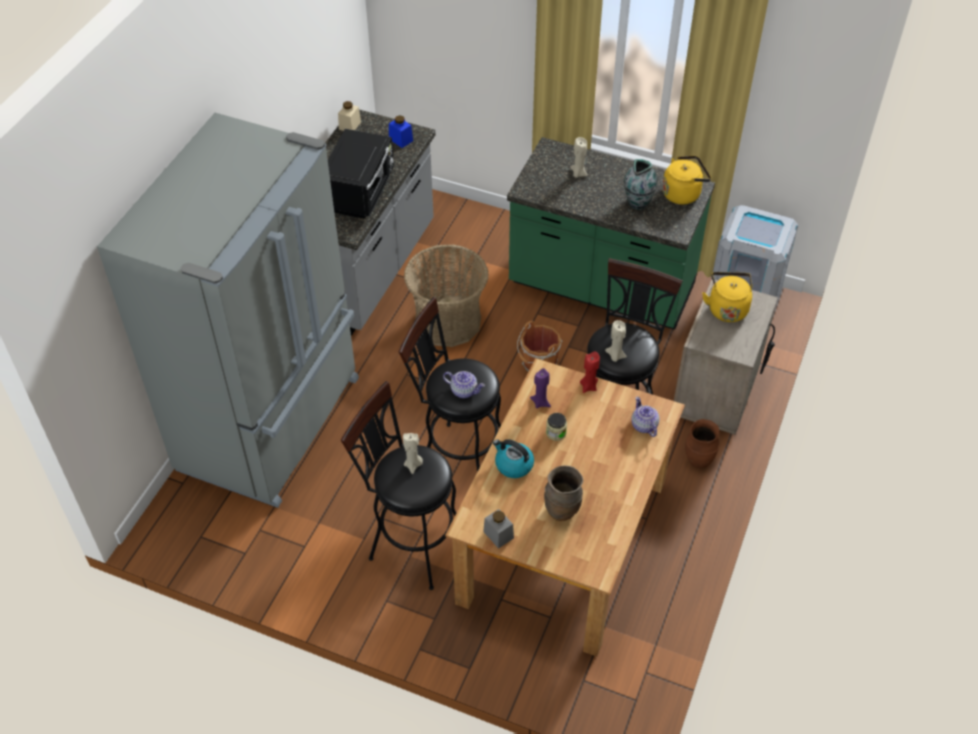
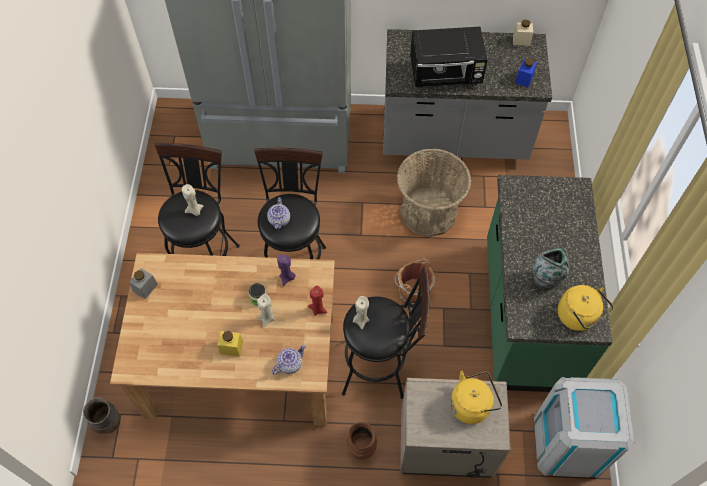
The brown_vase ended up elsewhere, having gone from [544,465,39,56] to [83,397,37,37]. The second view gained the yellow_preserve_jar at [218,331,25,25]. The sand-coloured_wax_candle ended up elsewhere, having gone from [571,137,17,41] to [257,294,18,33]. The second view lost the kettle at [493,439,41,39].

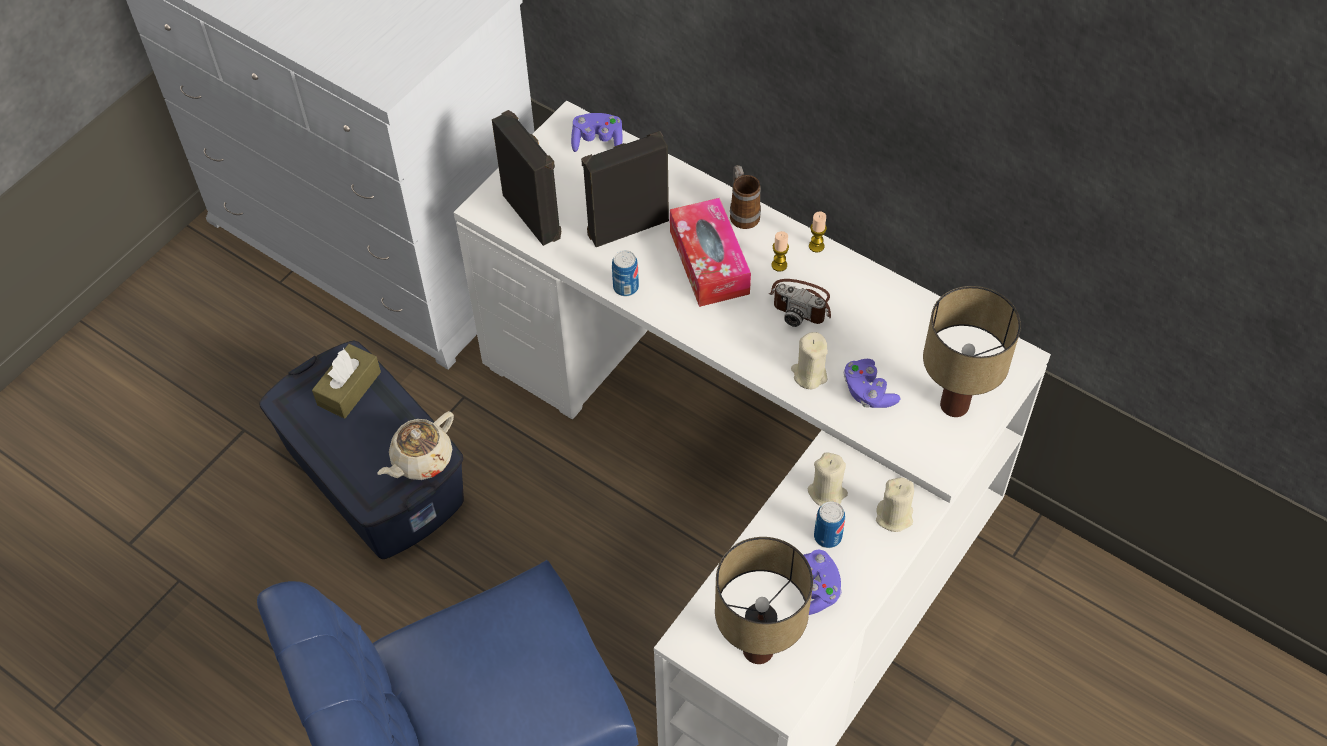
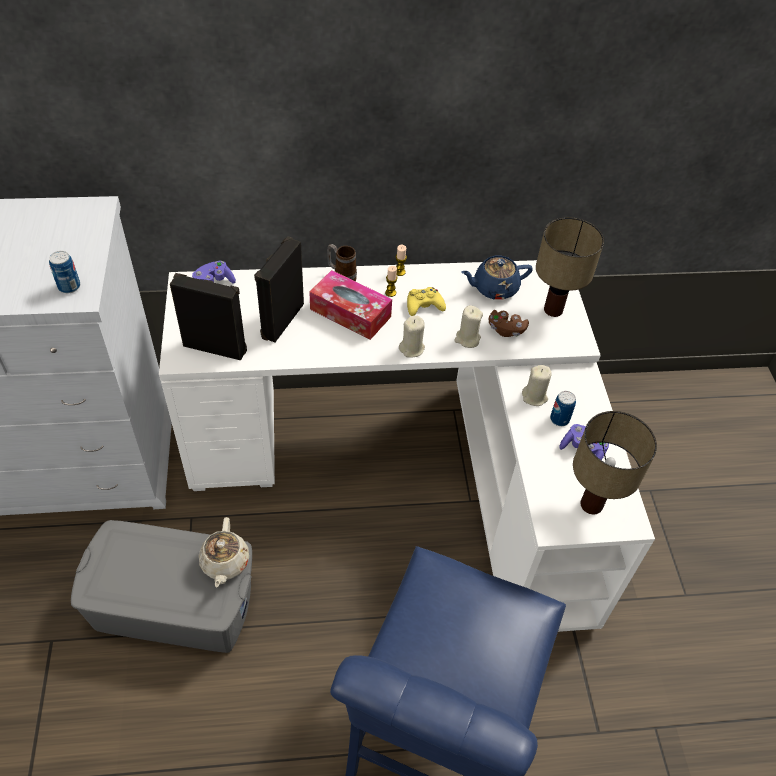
The sealed_can ended up elsewhere, having gone from [612,250,27,46] to [49,251,31,42]. What was the blue-coloured_storage_box at [260,341,204,218] turned into the greyish_storage_box at [71,520,181,133]. The sand-coloured_wax_candle ended up elsewhere, having gone from [876,477,38,55] to [399,316,26,42]. Where the photo_camera stood at [768,279,63,48], the yellow_gamepad came to stand at [407,287,39,29]. The second view gained the blue-coloured_teapot at [461,256,72,44]. What was the purple-coloured_gamepad at [844,359,57,49] turned into the brown_gamepad at [488,310,41,27]. The second view lost the brown_box_of_tissues at [312,344,69,75].

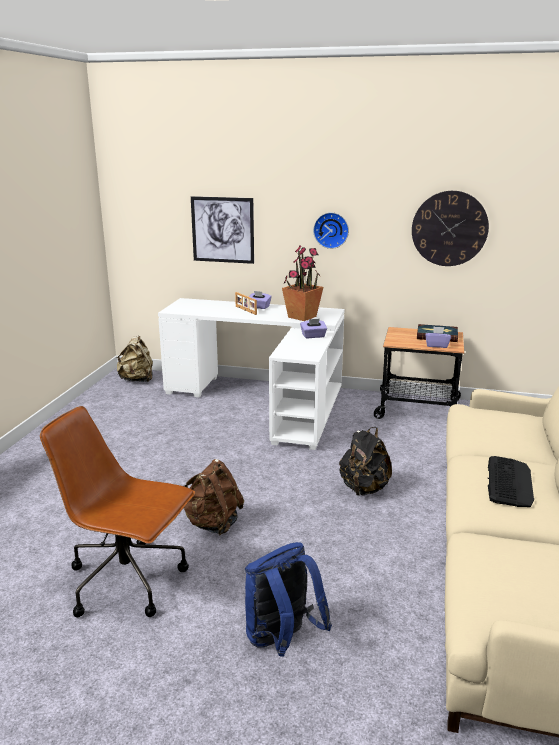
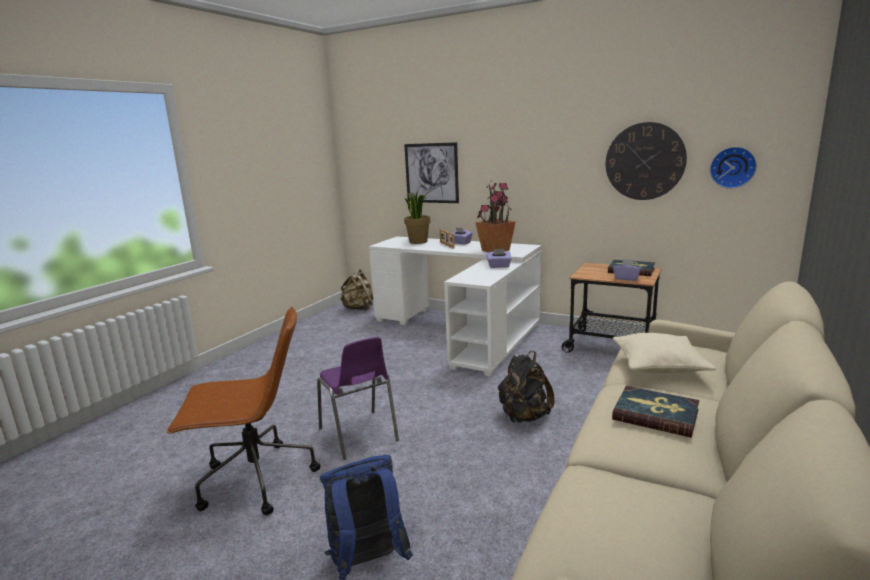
The brown_desk_chair at [40,406,155,211] ended up facing another way, 135 degrees clockwise from before. Where the brown_rucksack stood at [184,459,60,77], the purple-coloured_upright_chair came to stand at [317,337,82,123]. The second view gained the plant_in_a_pot at [404,190,27,54]. Where the keyboard stood at [487,456,47,51], the bound_book came to stand at [612,386,87,52]. The second view gained the sand-coloured_cushion at [613,333,104,40]. The wall_clock ended up elsewhere, having gone from [313,212,36,37] to [710,147,47,42].

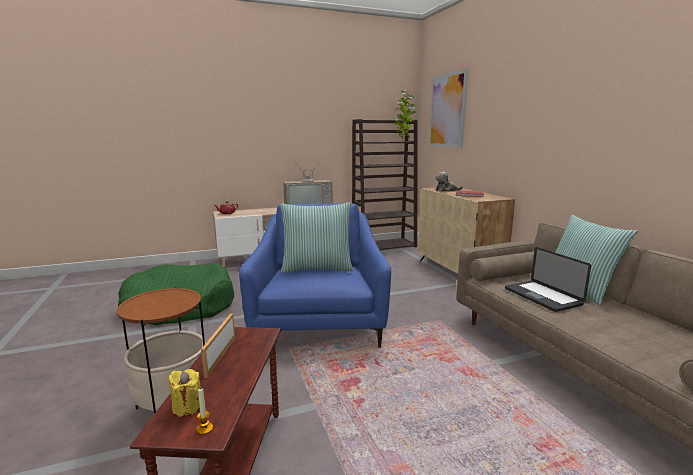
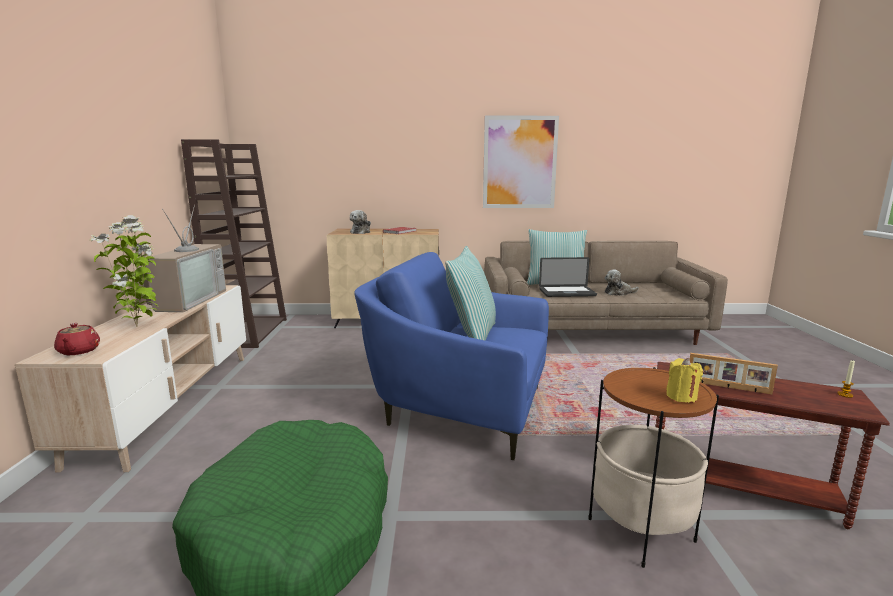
The plant_in_a_pot ended up elsewhere, having gone from [394,90,23,52] to [90,215,68,112]. The wall_picture ended up elsewhere, having gone from [429,69,39,79] to [483,116,76,92]. The second view gained the cuddly_toy at [605,270,34,26]. The yellow_wax_candle ended up elsewhere, having gone from [168,369,33,48] to [666,358,37,45].

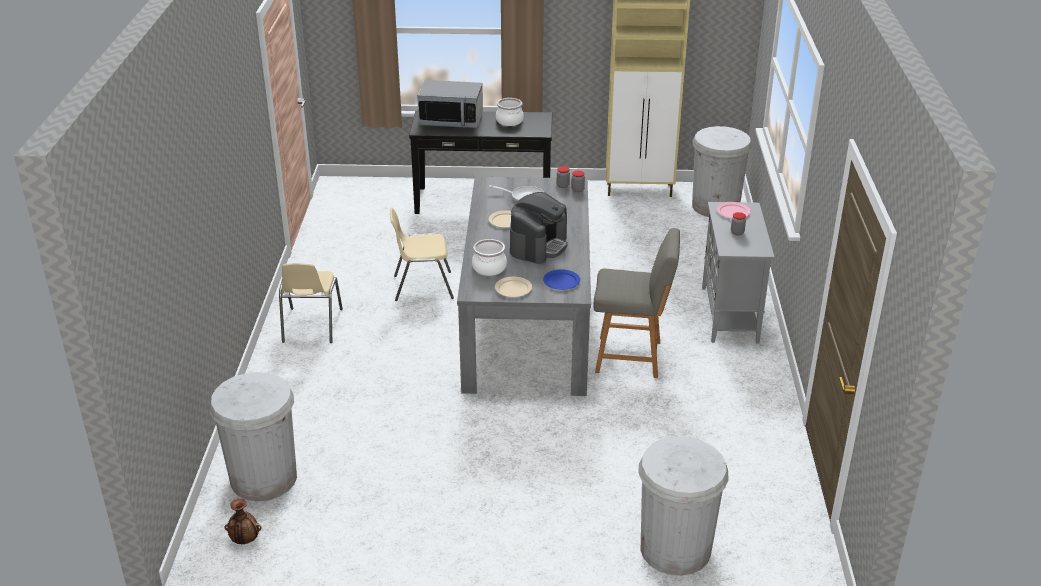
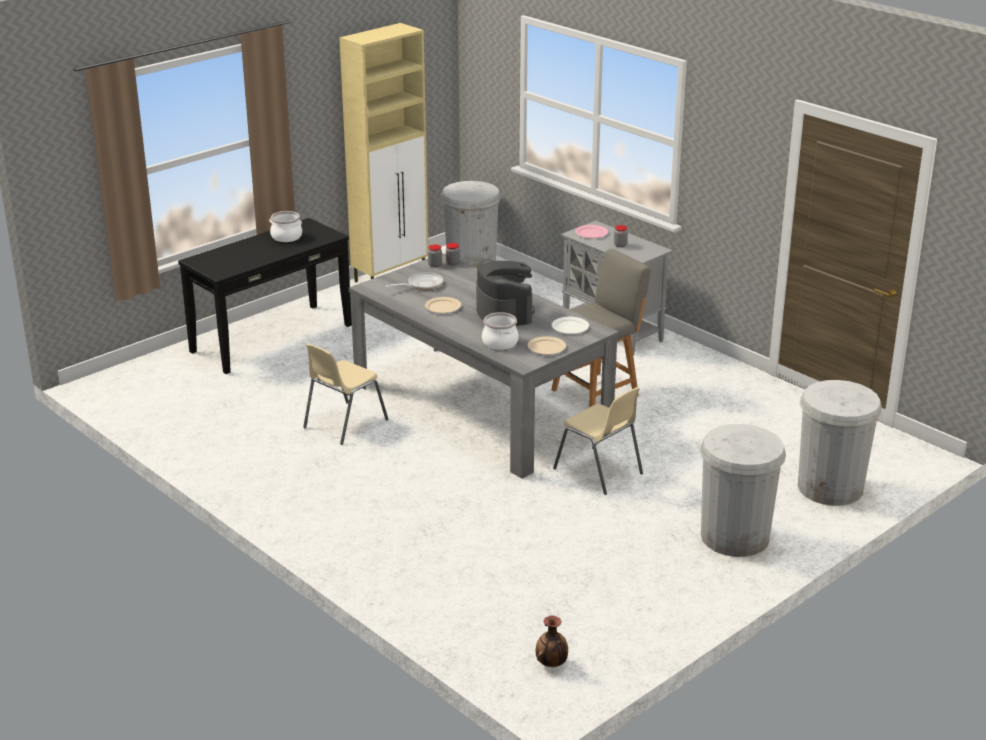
What was the blue-coloured_dinner_plate at [543,269,37,21] turned into the white-coloured_dinner_plate at [552,317,37,17]. The sand-coloured_upright_chair ended up elsewhere, having gone from [279,263,64,80] to [553,387,90,108]. The white-coloured_trash_can ended up elsewhere, having gone from [210,372,87,129] to [700,424,86,133]. The second view lost the microwave at [417,80,66,48].

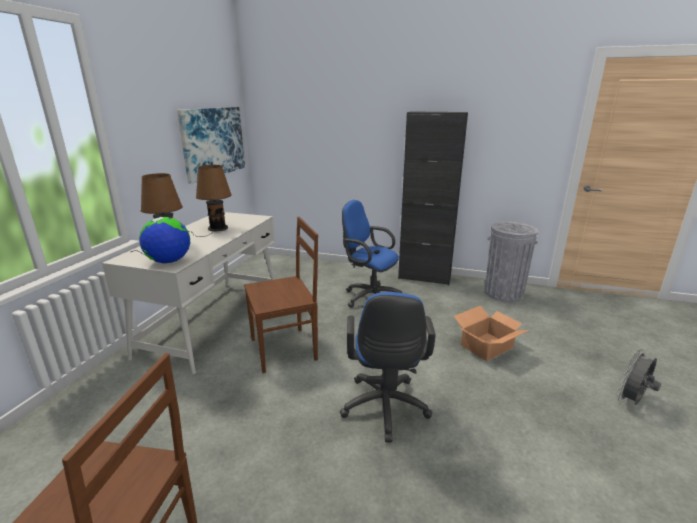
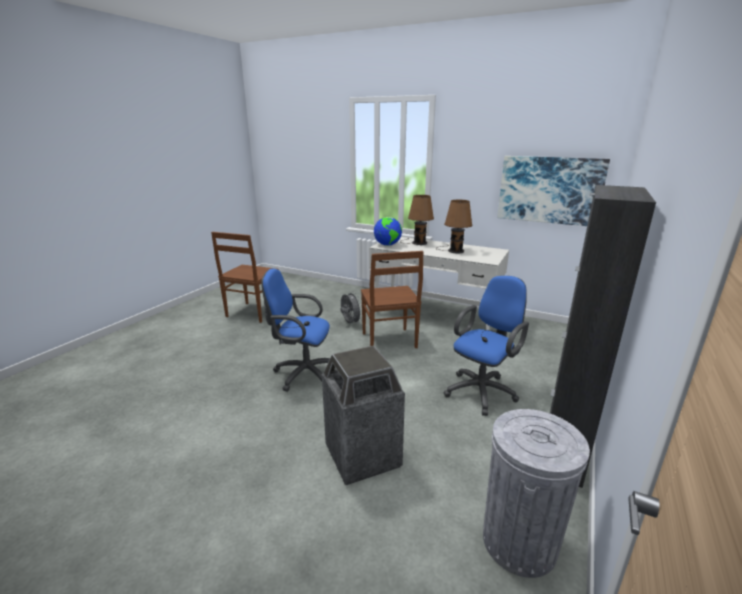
Where the cardboard_box stood at [453,306,76,55], the trash_can came to stand at [322,345,83,140]. The greyish_fan ended up elsewhere, having gone from [617,349,44,56] to [340,291,22,33].

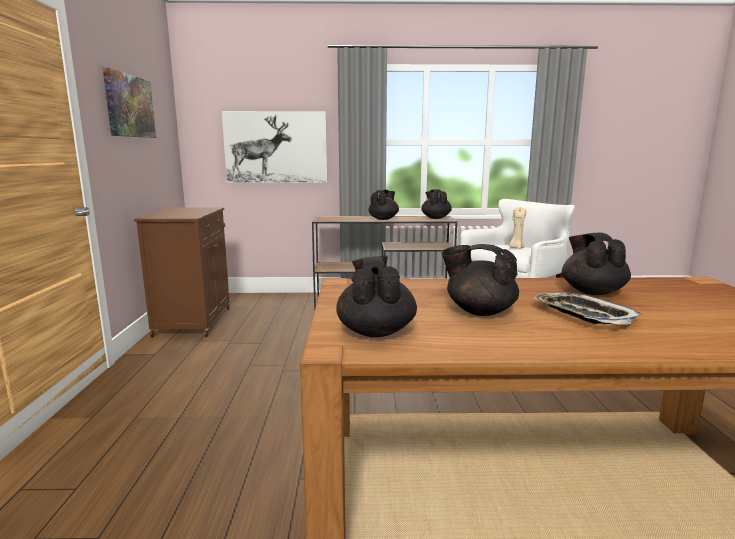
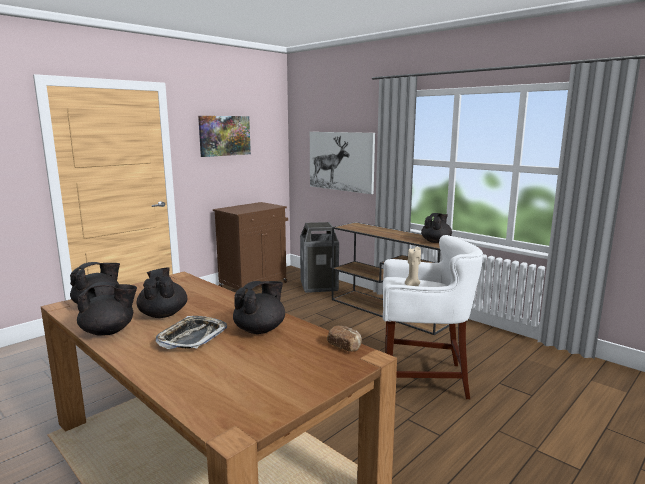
The black-coloured_teapot ended up elsewhere, having gone from [368,190,31,30] to [77,282,60,54]. The second view gained the trash_can at [300,222,39,71]. The second view gained the bread at [327,326,35,26].

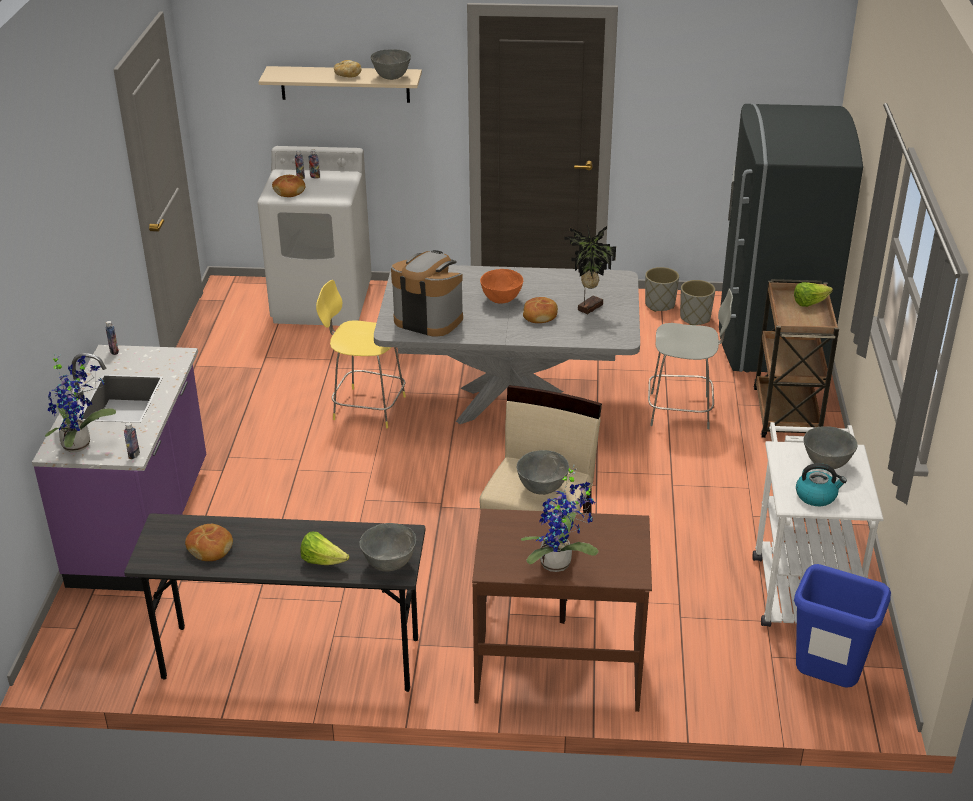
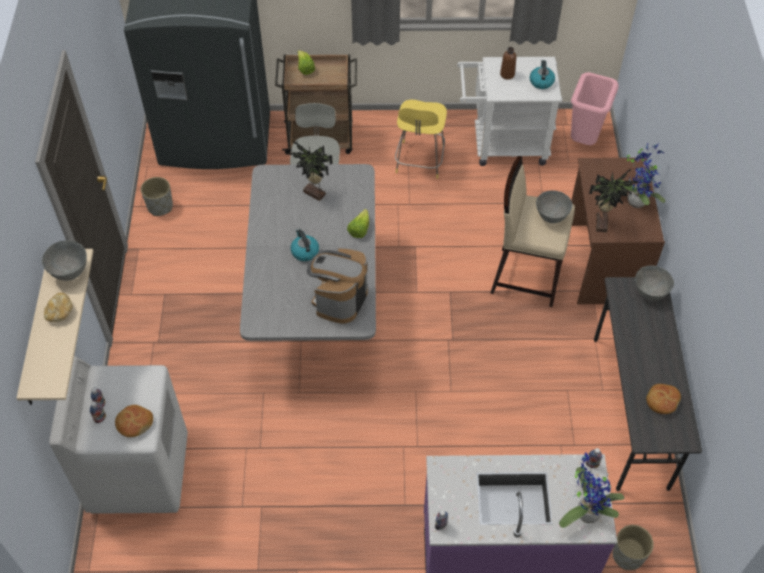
Where the orange_bowl stood at [480,269,43,35], the kettle came to stand at [290,229,29,32]. The lettuce_head ended up elsewhere, having gone from [300,531,49,34] to [347,209,22,29]. The yellow_sitting_stool ended up elsewhere, having gone from [316,280,90,148] to [395,100,52,79]. Where the greyish_bowl stood at [804,426,53,43], the brown_bottle came to stand at [500,47,16,33]. What was the blue-coloured_trash_can at [794,564,97,124] turned into the pinkish_trash_can at [571,72,48,73]. The second view gained the plant_in_a_pot at [589,169,49,63]. The greyish_flower_pot ended up elsewhere, having gone from [680,280,35,45] to [613,525,41,45]. The second view lost the bread at [523,297,35,26].

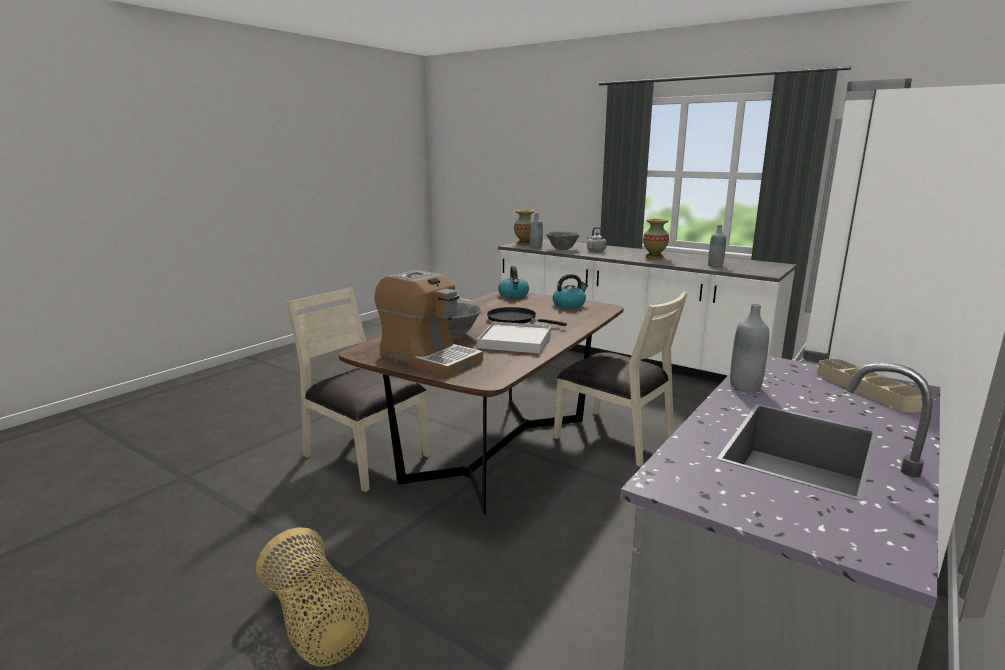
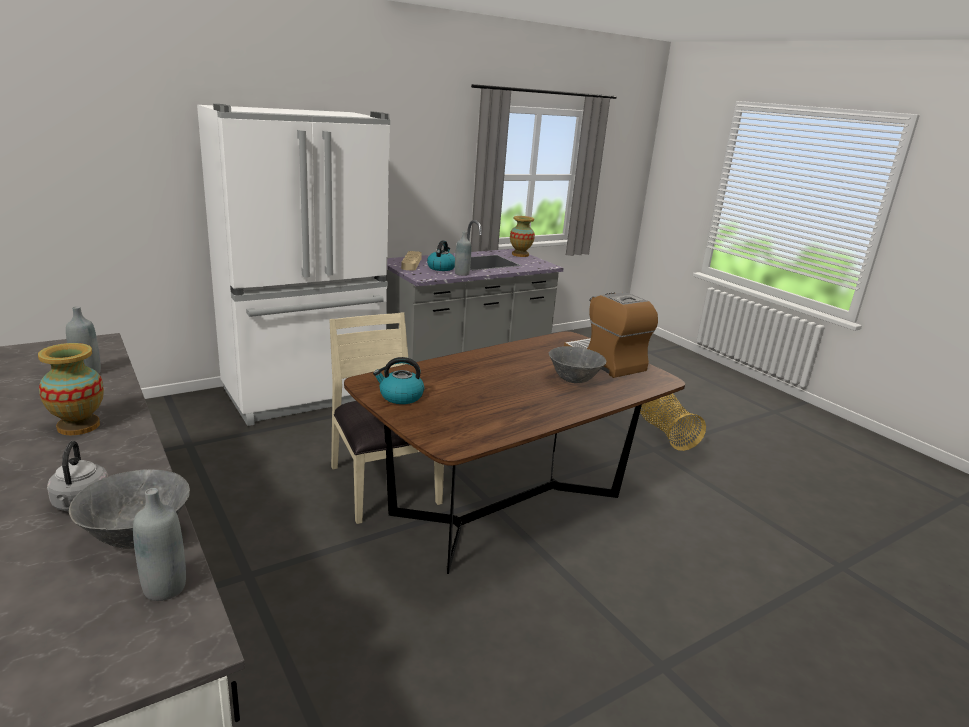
The kettle ended up elsewhere, having gone from [498,266,31,32] to [427,240,28,31]. The vase ended up elsewhere, having gone from [514,210,20,35] to [510,216,25,41]. The second view lost the sand-coloured_upright_chair at [287,287,144,205]. The second view lost the white-coloured_carrying_tray at [477,322,74,32]. The second view lost the black-coloured_pan at [487,307,80,19].

